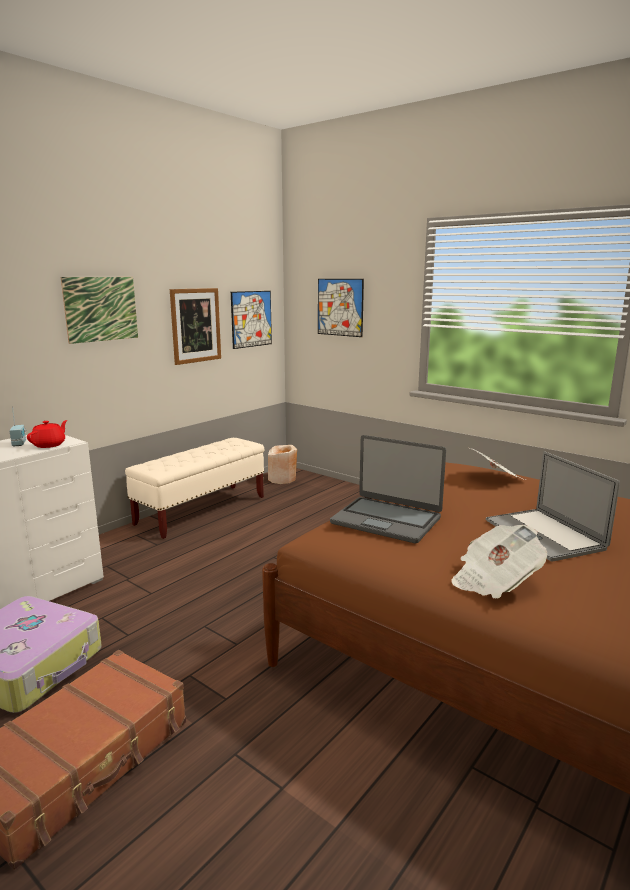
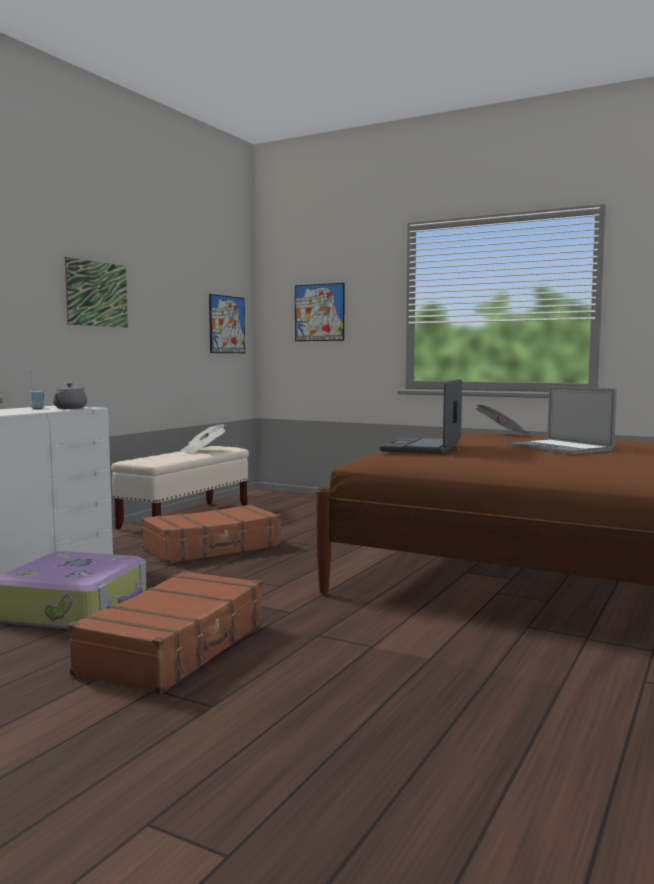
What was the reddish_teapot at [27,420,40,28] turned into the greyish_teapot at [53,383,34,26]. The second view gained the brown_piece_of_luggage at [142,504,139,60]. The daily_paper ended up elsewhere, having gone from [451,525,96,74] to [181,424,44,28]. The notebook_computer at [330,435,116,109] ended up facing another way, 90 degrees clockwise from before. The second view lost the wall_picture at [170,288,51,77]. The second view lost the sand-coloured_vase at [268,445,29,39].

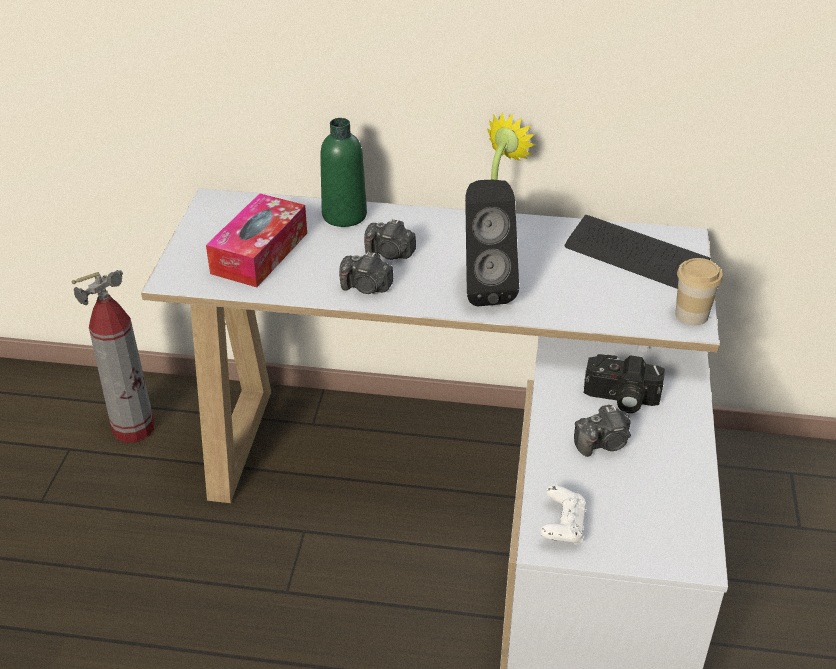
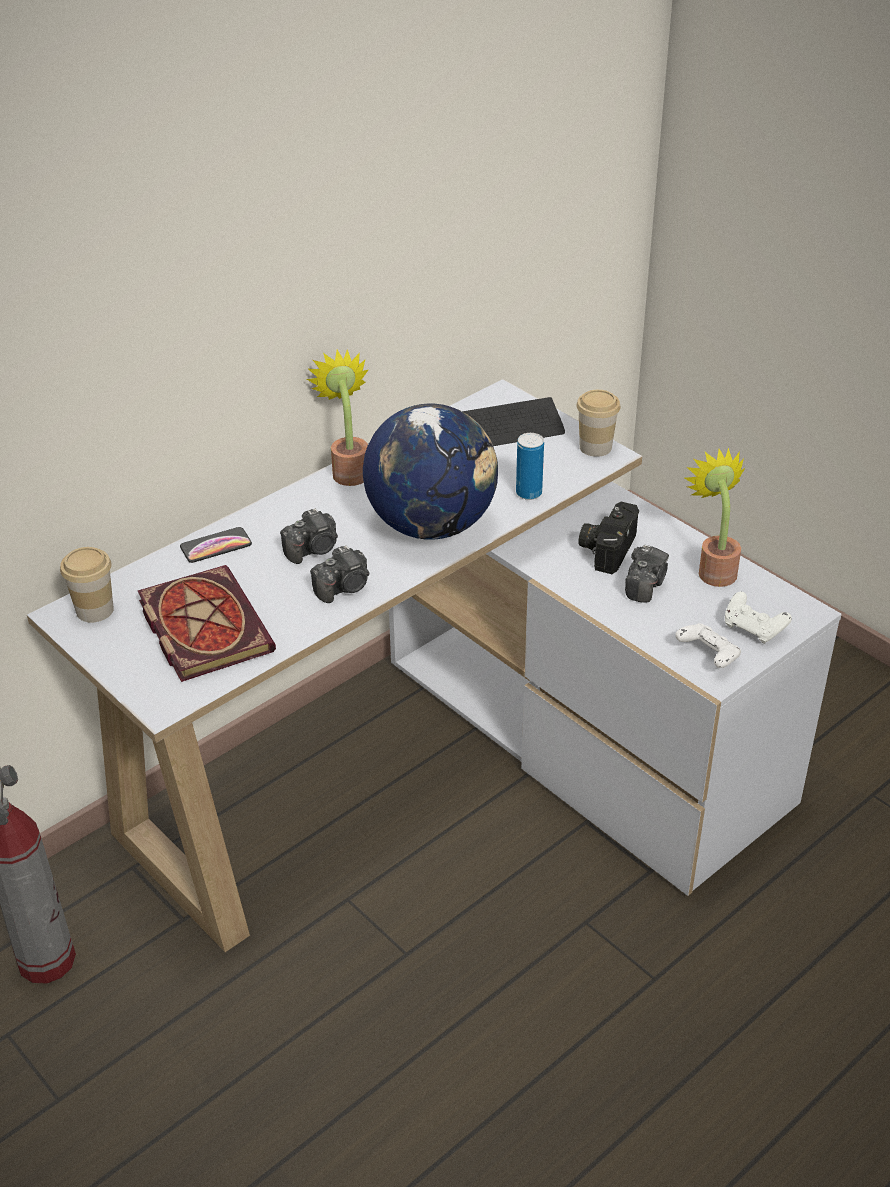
The second view gained the cup at [60,547,54,76]. Where the box_of_tissues stood at [206,193,101,94], the bound_book came to stand at [138,565,138,117]. Where the green-coloured_bottle stood at [320,118,47,109], the handset came to stand at [180,527,72,36]. Where the black-coloured_speaker stood at [465,180,54,127], the globe came to stand at [363,404,135,136]. The second view gained the sealed_can at [516,433,28,67]. The photo_camera at [584,354,81,59] ended up facing another way, 150 degrees clockwise from before. The second view gained the plant_in_a_pot at [685,448,60,139]. The second view gained the white-coloured_gamepad at [725,592,67,52].

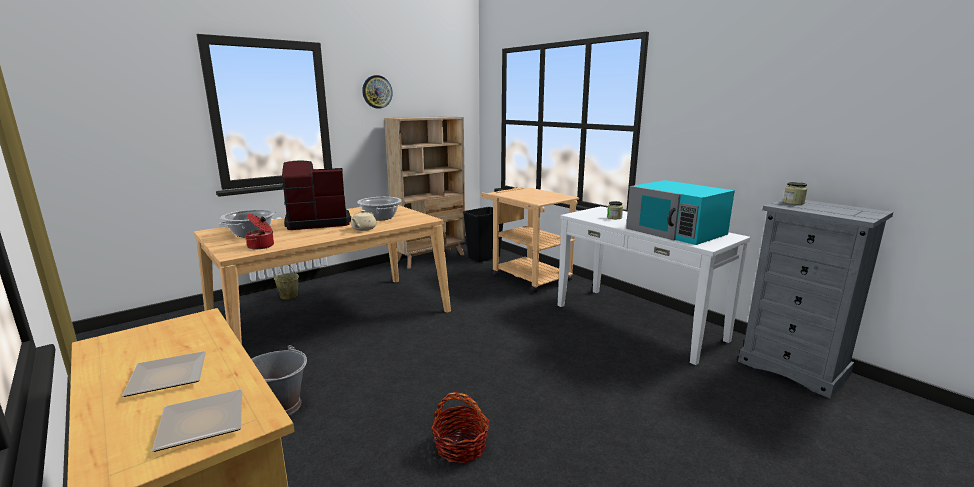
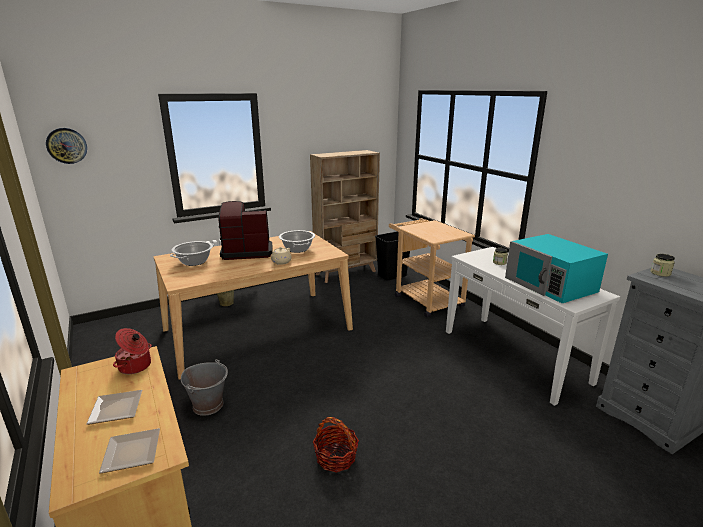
The wall_clock ended up elsewhere, having gone from [362,75,31,33] to [46,128,41,36]. The stockpot ended up elsewhere, having gone from [245,214,29,35] to [113,328,39,46].

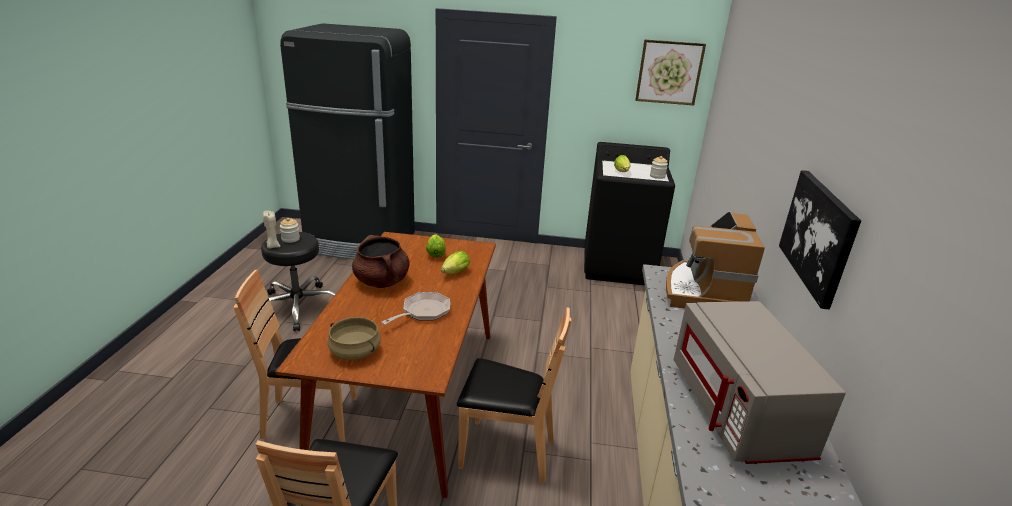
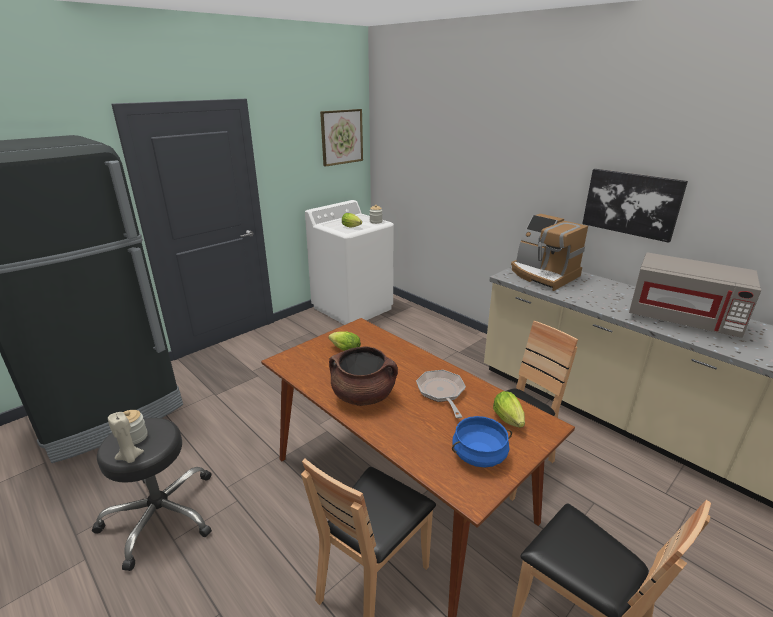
What was the black-coloured_washing_machine at [584,142,91,143] turned into the white-coloured_washing_machine at [305,200,89,125]. What was the sand-coloured_stockpot at [328,317,53,43] turned into the blue-coloured_stockpot at [452,416,60,52]. The lettuce_head ended up elsewhere, having gone from [441,251,29,23] to [493,391,32,36].

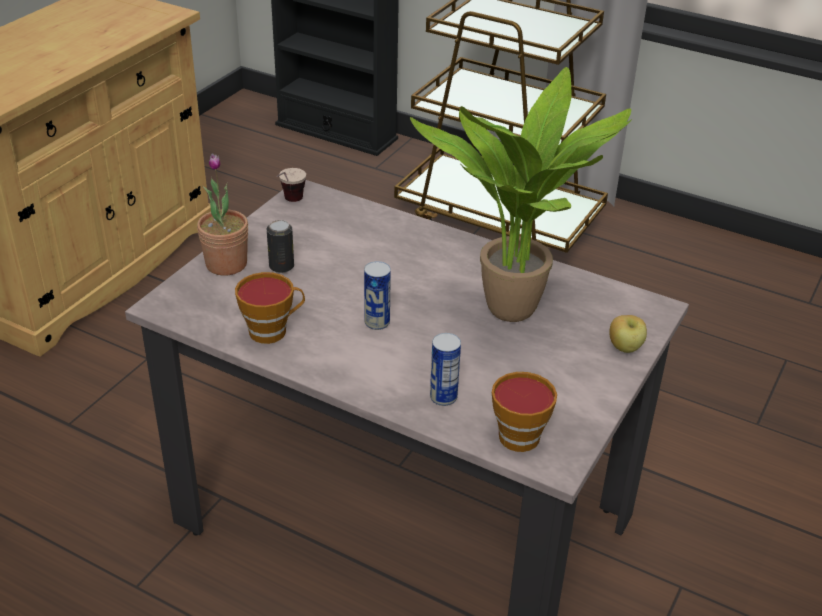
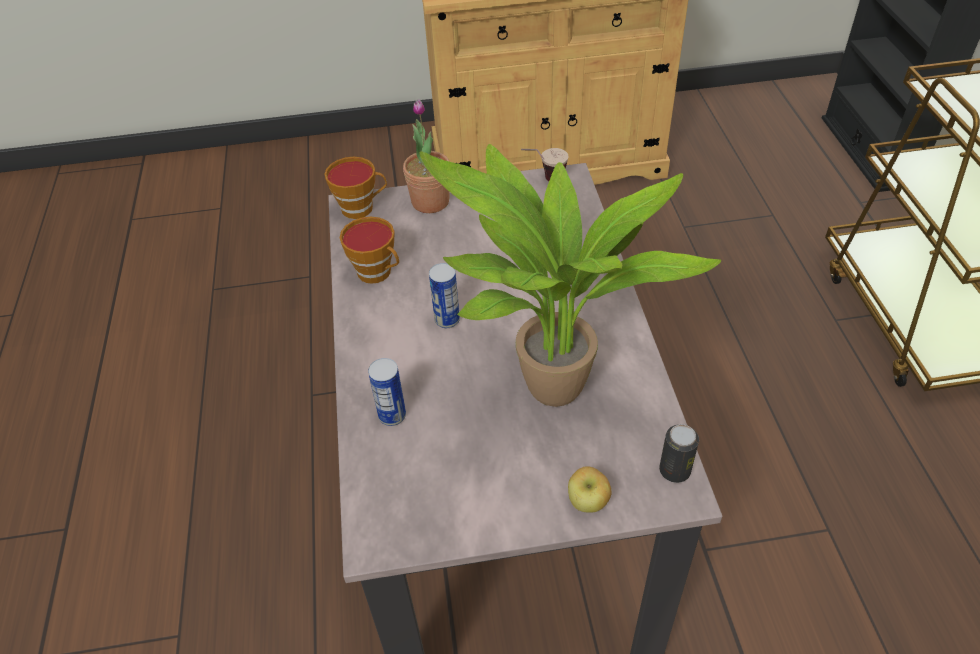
The cup ended up elsewhere, having gone from [492,372,65,80] to [324,157,63,62]. The sealed_can ended up elsewhere, having gone from [267,220,27,53] to [659,424,40,59].

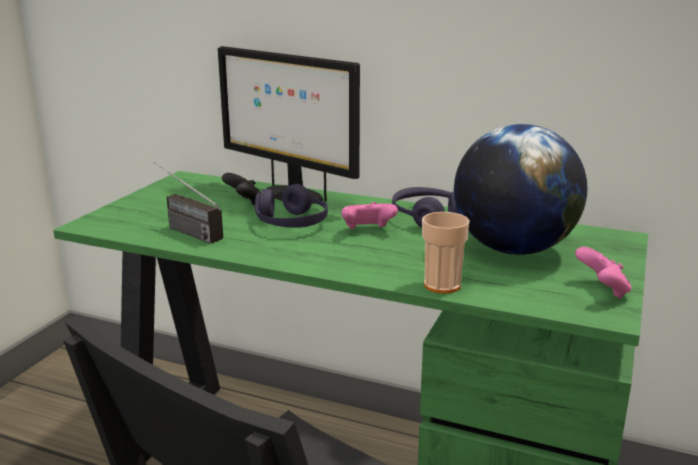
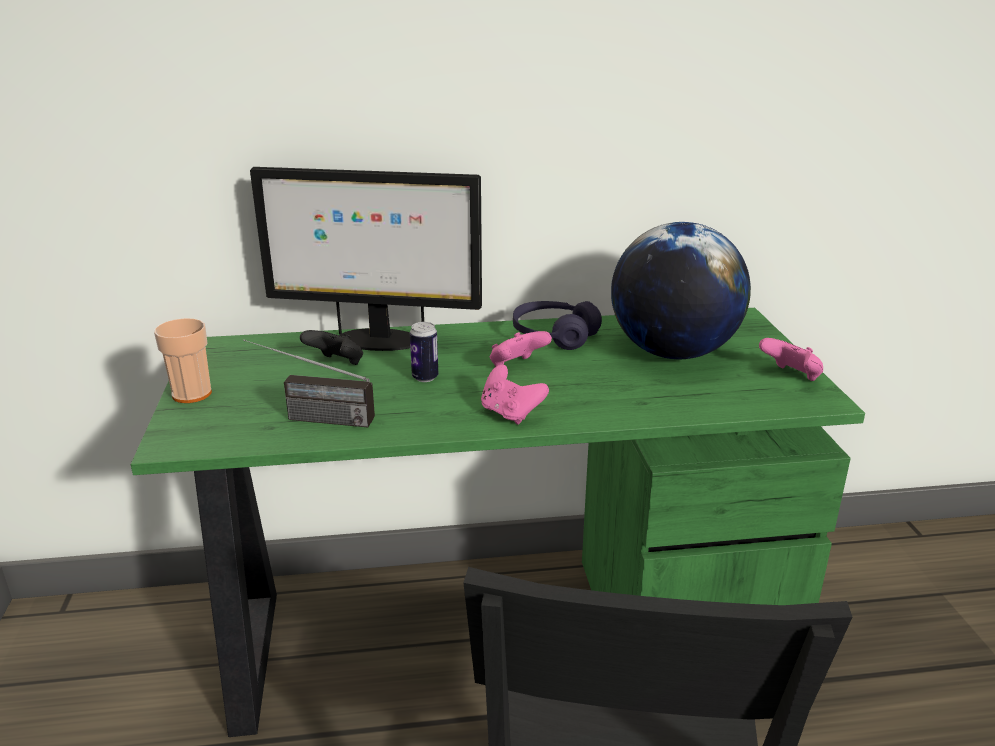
The cup ended up elsewhere, having gone from [422,212,47,82] to [154,318,58,85]. Where the purple-coloured_headset stood at [255,184,73,44], the sealed_can came to stand at [410,322,28,60]. The second view gained the pinkish_gamepad at [481,365,68,59].

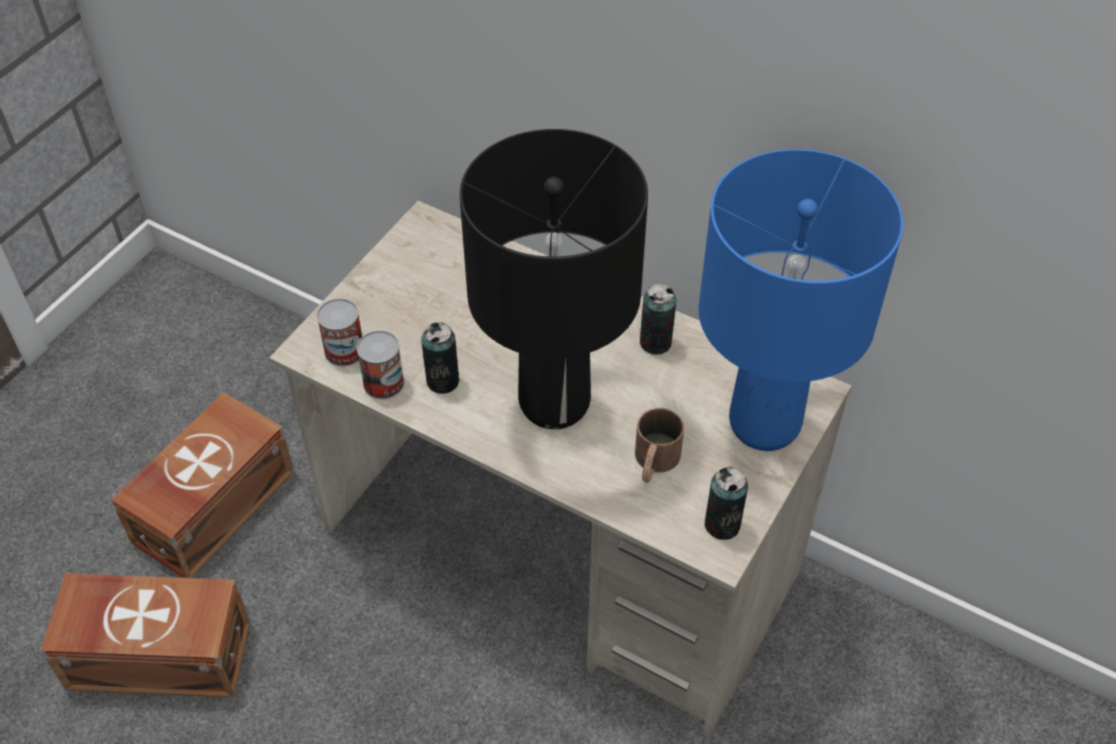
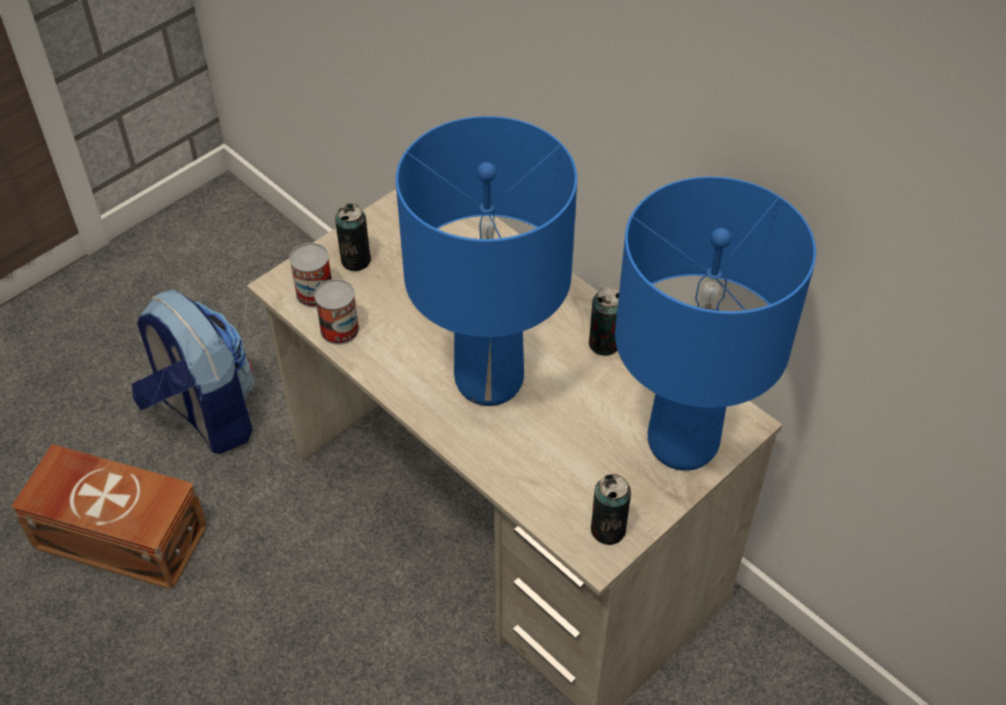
Where the brown_storage_box stood at [111,392,183,186], the rucksack came to stand at [131,290,123,164]. The sealed_can ended up elsewhere, having gone from [421,322,38,72] to [335,204,36,67]. What was the black-coloured_lamp_for_a_table at [460,129,188,300] turned into the blue-coloured_lamp_for_a_table at [396,116,181,290]. The second view lost the brown_tea_mug at [635,408,49,74].

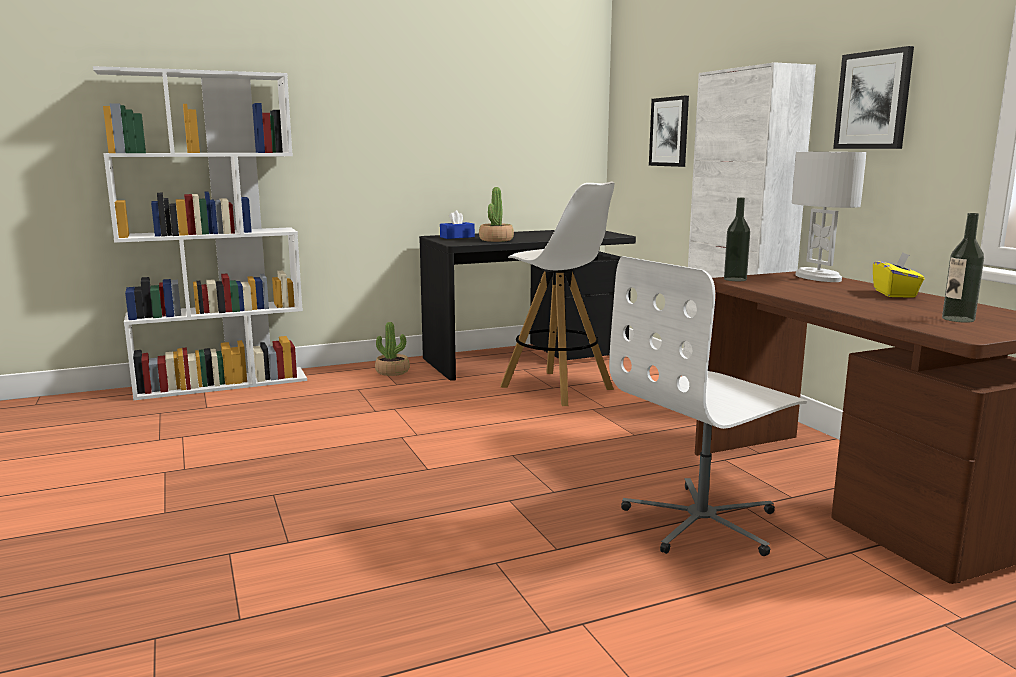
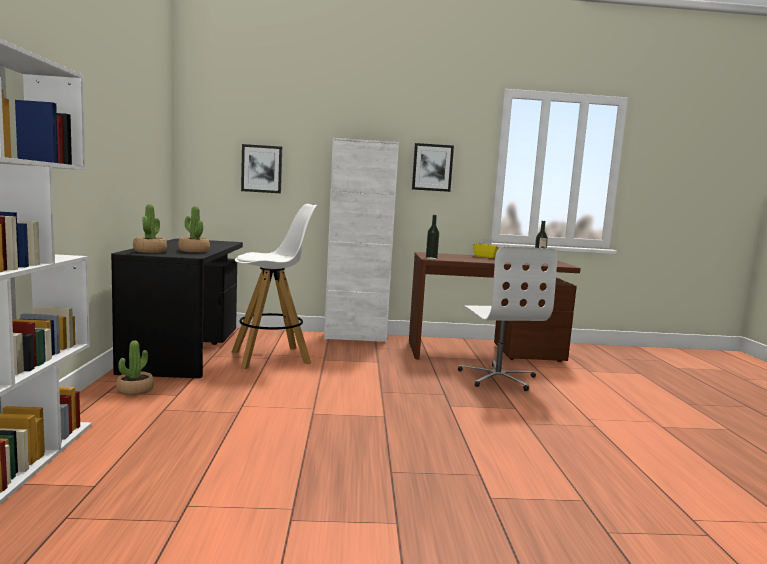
Where the blue-coloured_box_of_tissues stood at [440,210,35,29], the plant_in_a_pot came to stand at [133,204,34,49]. The second view lost the white-coloured_lamp_for_a_table at [792,152,74,130].

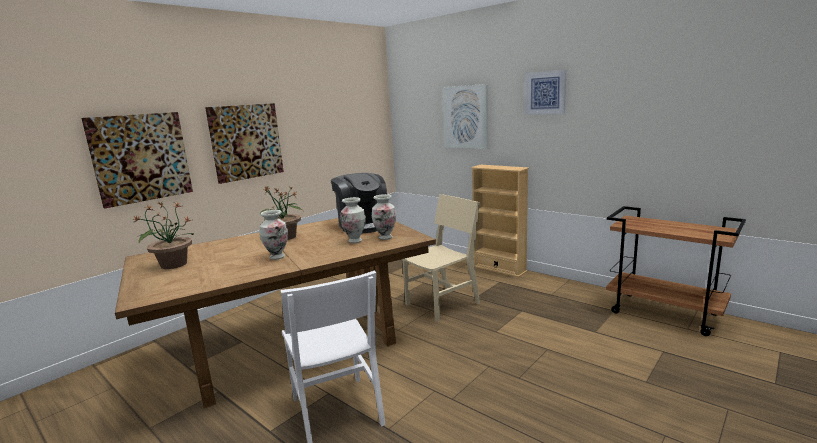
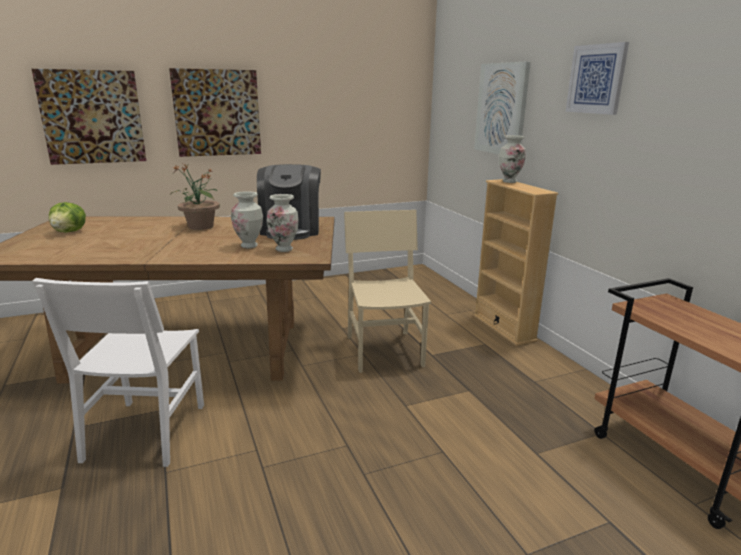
Where the plant_in_a_pot stood at [133,202,61,67], the lettuce_head came to stand at [49,202,37,31]. The sand-coloured_upright_chair at [402,194,78,128] ended up facing another way, 90 degrees counterclockwise from before. The vase ended up elsewhere, having gone from [259,210,29,50] to [499,135,27,48].

